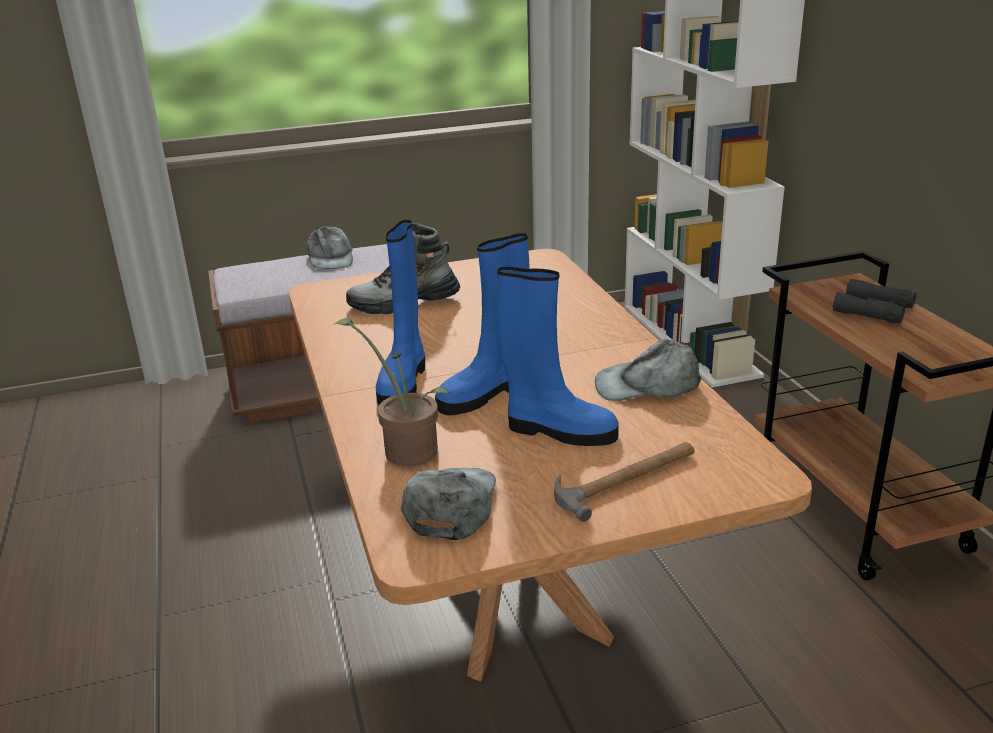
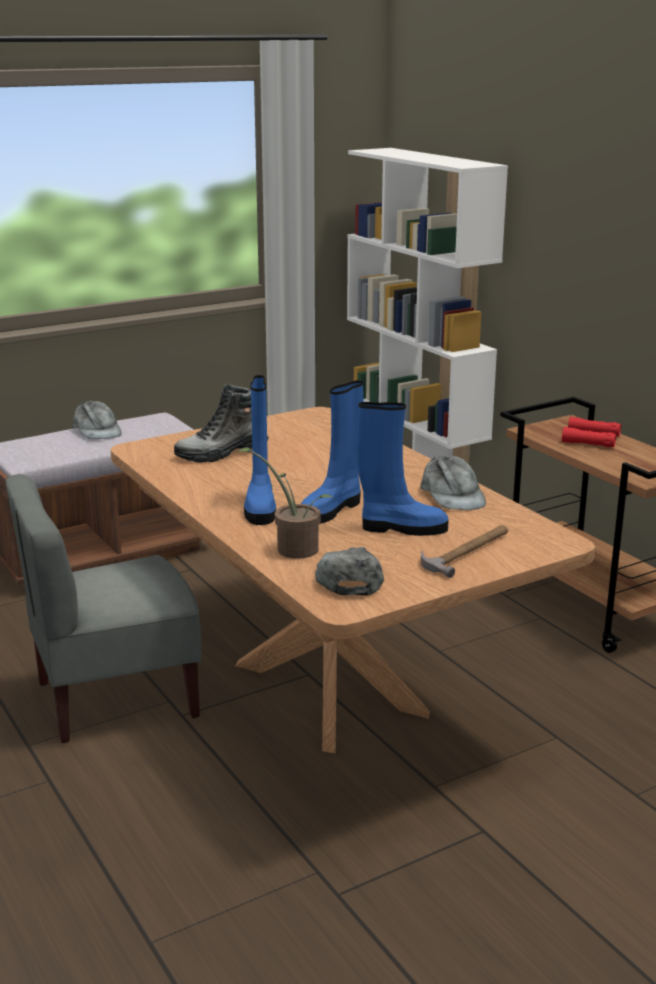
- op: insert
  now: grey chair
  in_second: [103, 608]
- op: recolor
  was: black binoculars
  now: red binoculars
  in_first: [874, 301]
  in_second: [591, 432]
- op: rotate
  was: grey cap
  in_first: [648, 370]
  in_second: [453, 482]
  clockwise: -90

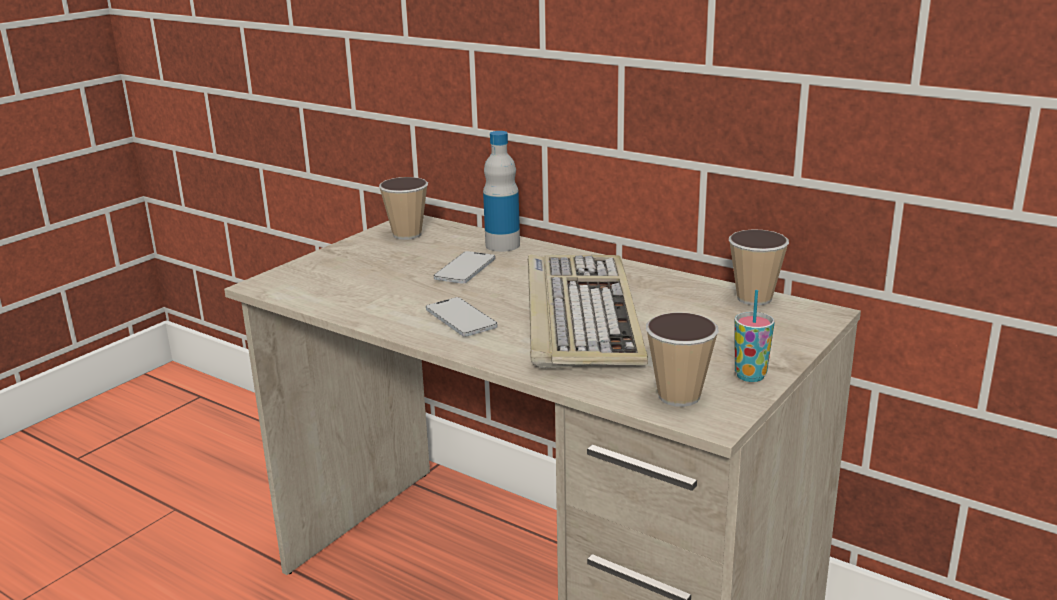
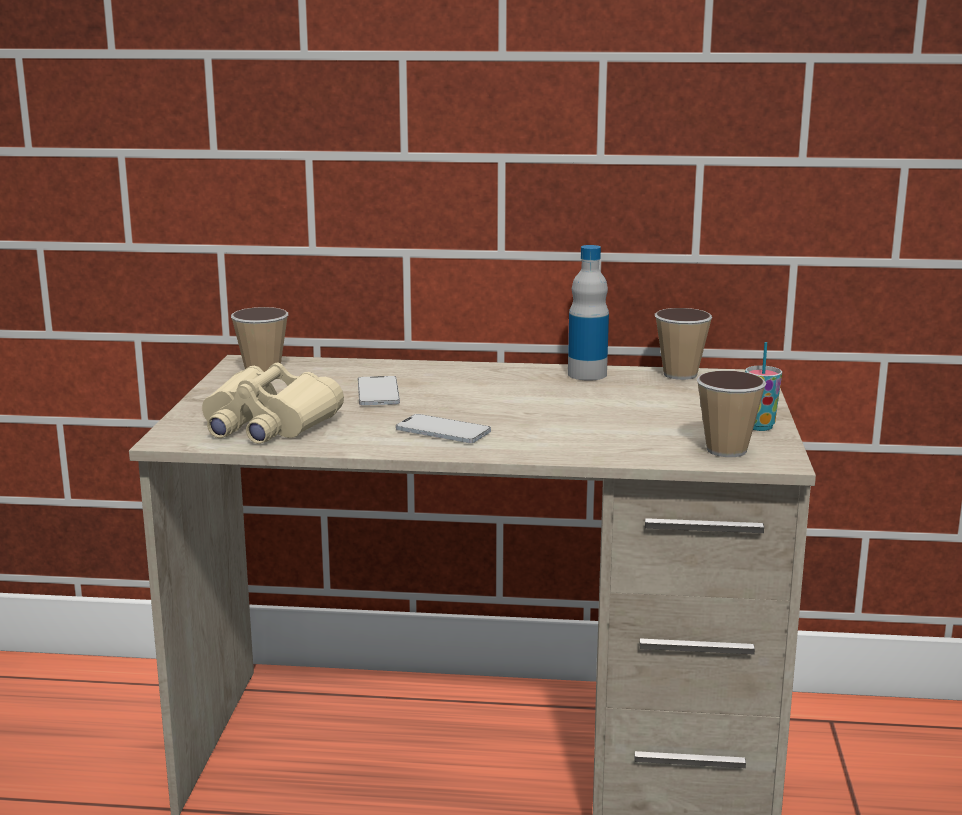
- op: delete
  was: keyboard
  in_first: [588, 311]
- op: insert
  now: beige binoculars
  in_second: [273, 403]
- op: move
  was: bottle
  in_first: [501, 191]
  in_second: [588, 313]

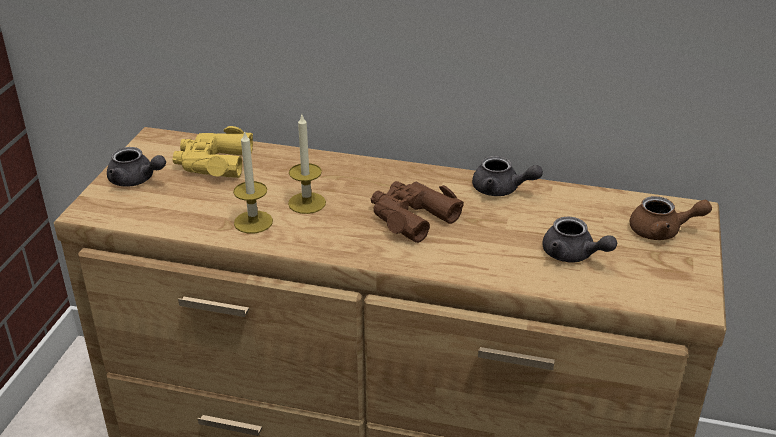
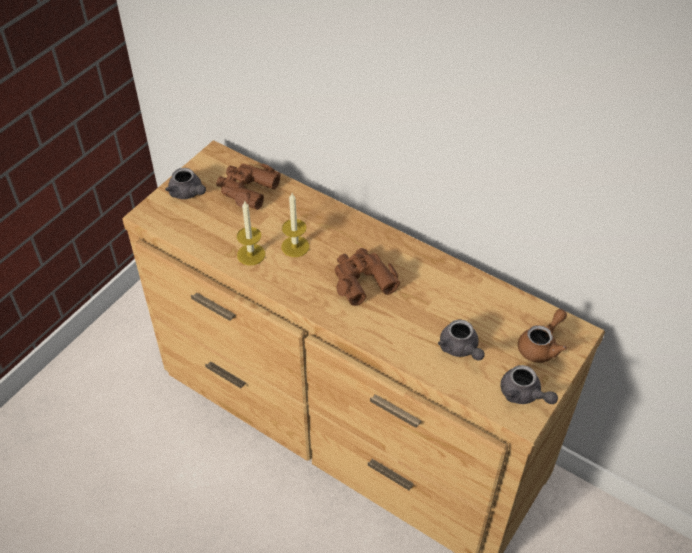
- op: move
  was: grey teapot
  in_first: [507, 176]
  in_second: [529, 384]
- op: recolor
  was: yellow binoculars
  now: brown binoculars
  in_first: [212, 152]
  in_second: [248, 186]
- op: rotate
  was: brown teapot
  in_first: [671, 218]
  in_second: [542, 336]
  clockwise: -75

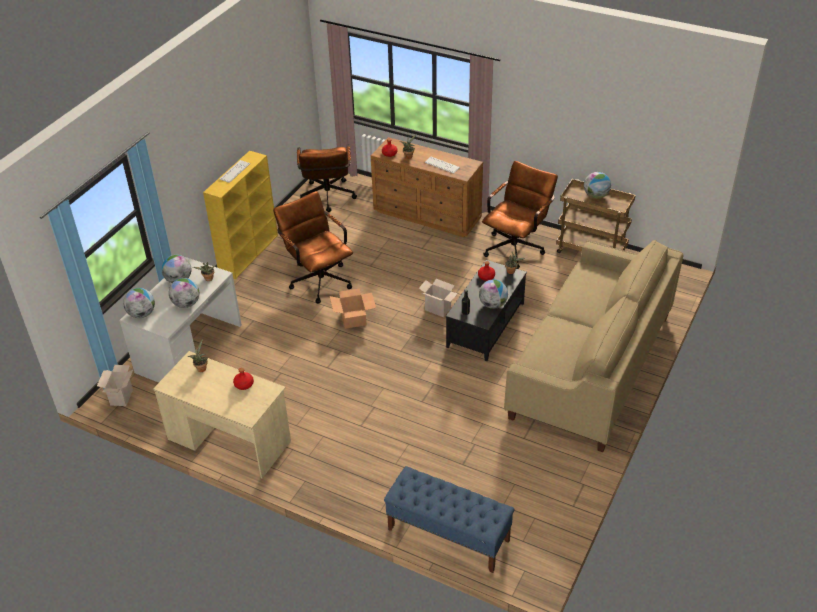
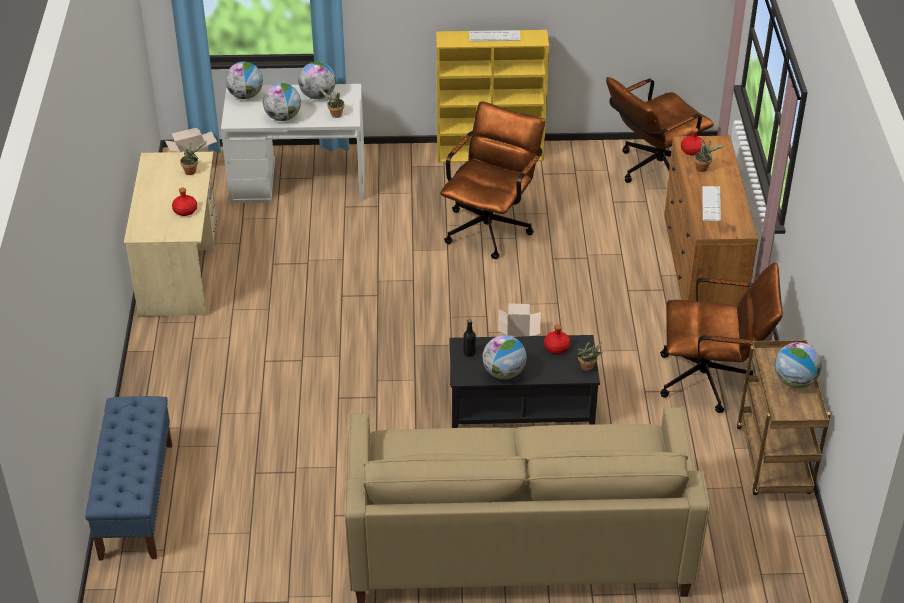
- op: delete
  was: cardboard box
  in_first: [353, 309]

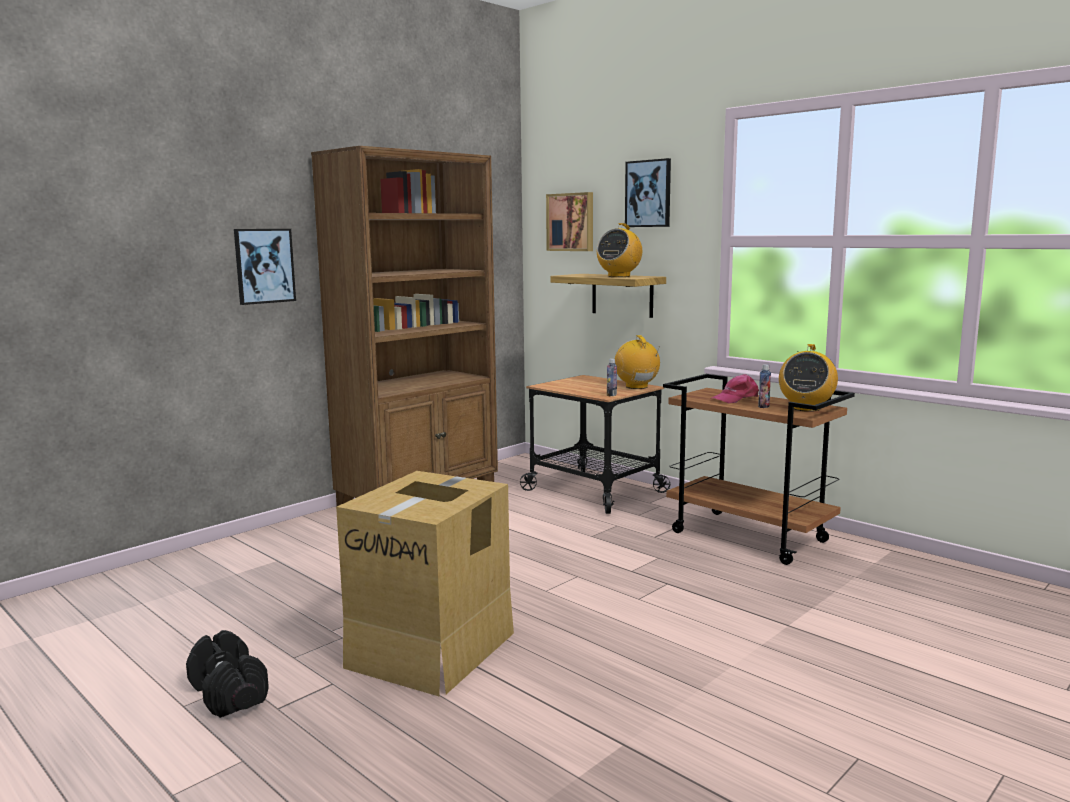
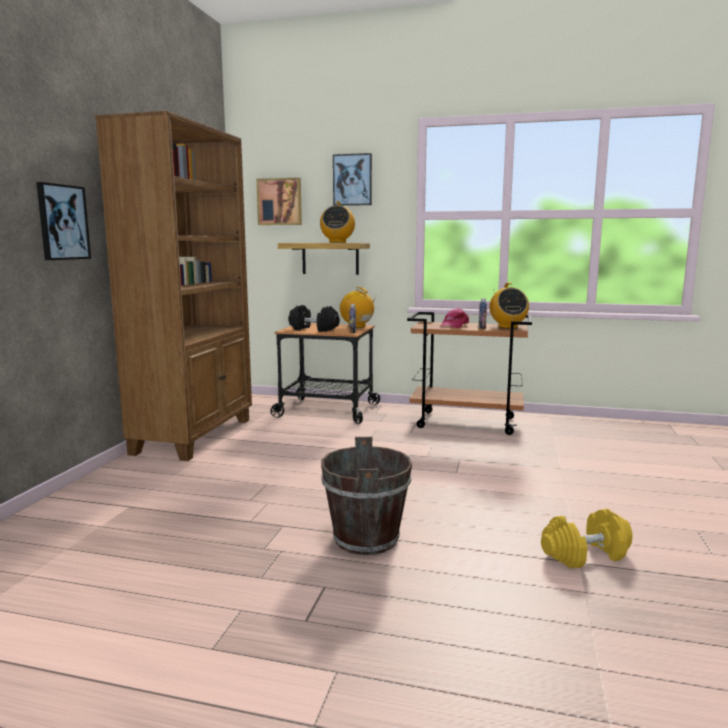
- op: insert
  now: yellow dumbbell
  in_second: [587, 538]
- op: move
  was: black dumbbell
  in_first: [227, 674]
  in_second: [314, 318]
- op: replace
  was: cardboard box
  now: brown bucket
  in_first: [425, 583]
  in_second: [366, 496]

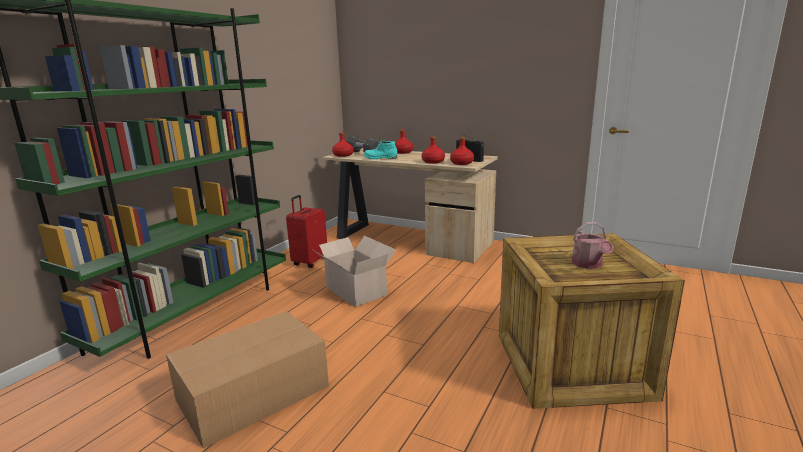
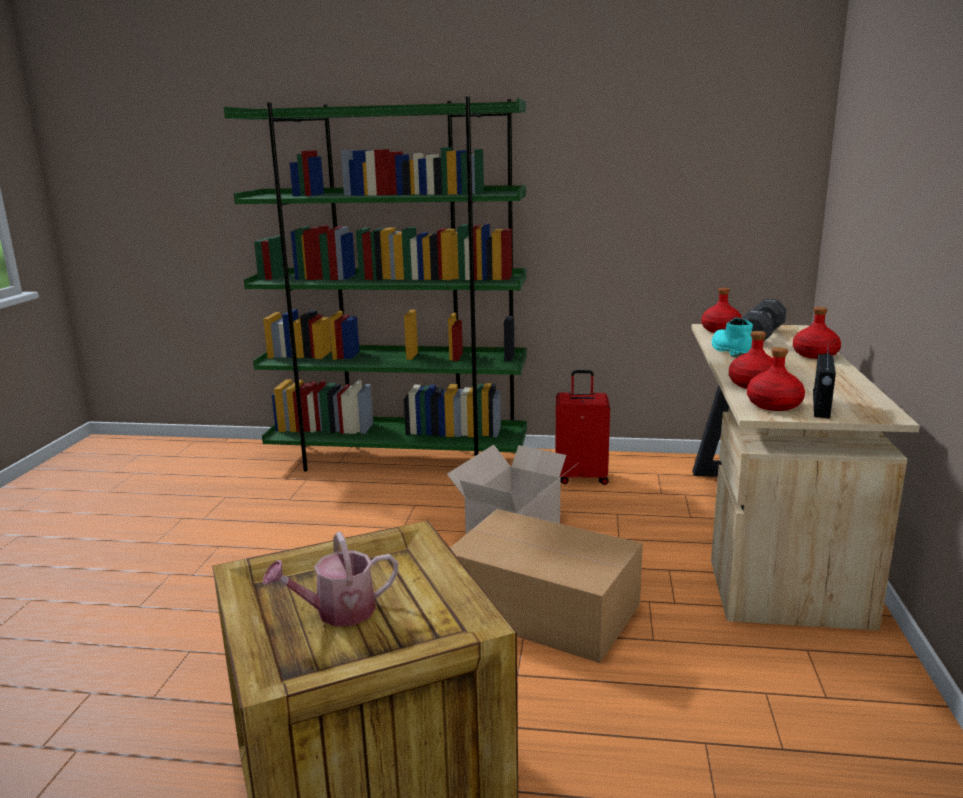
- op: move
  was: cardboard box
  in_first: [247, 379]
  in_second: [546, 586]

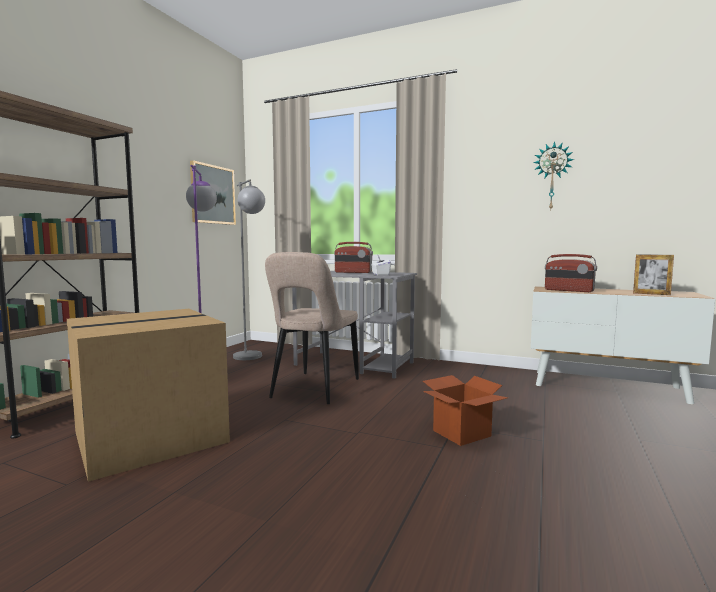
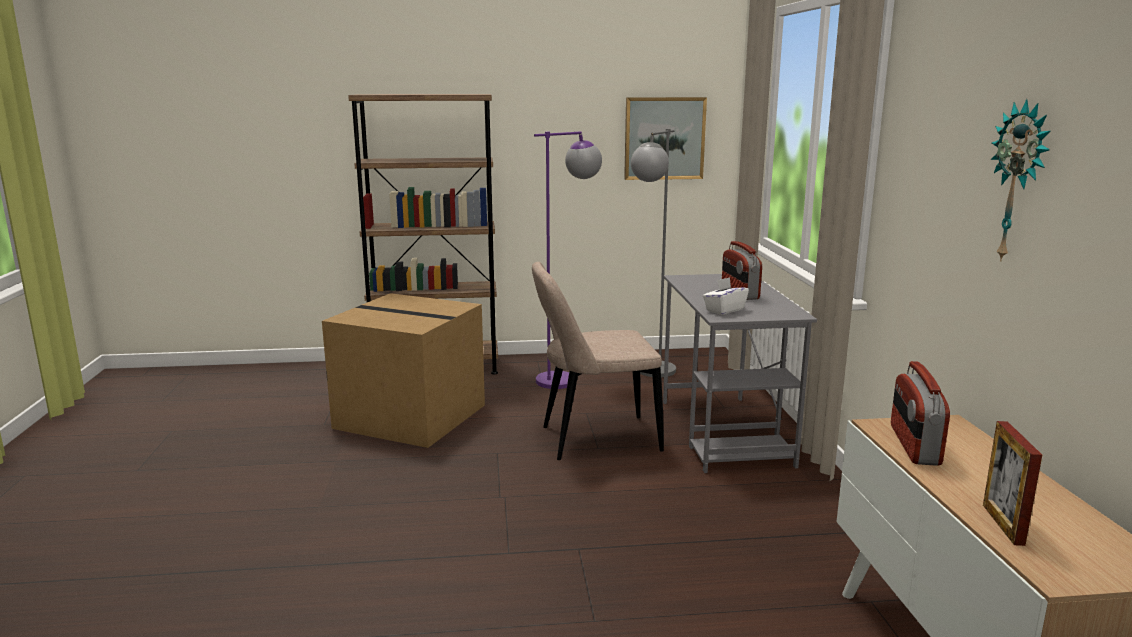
- op: delete
  was: cardboard box
  in_first: [465, 410]

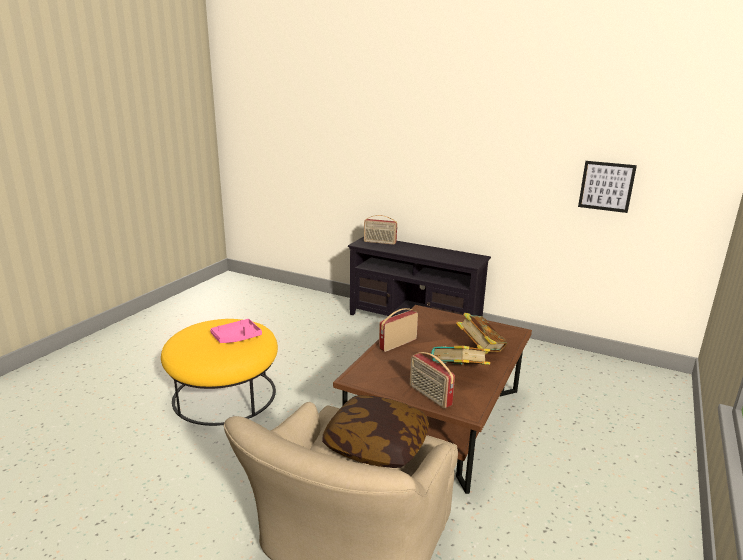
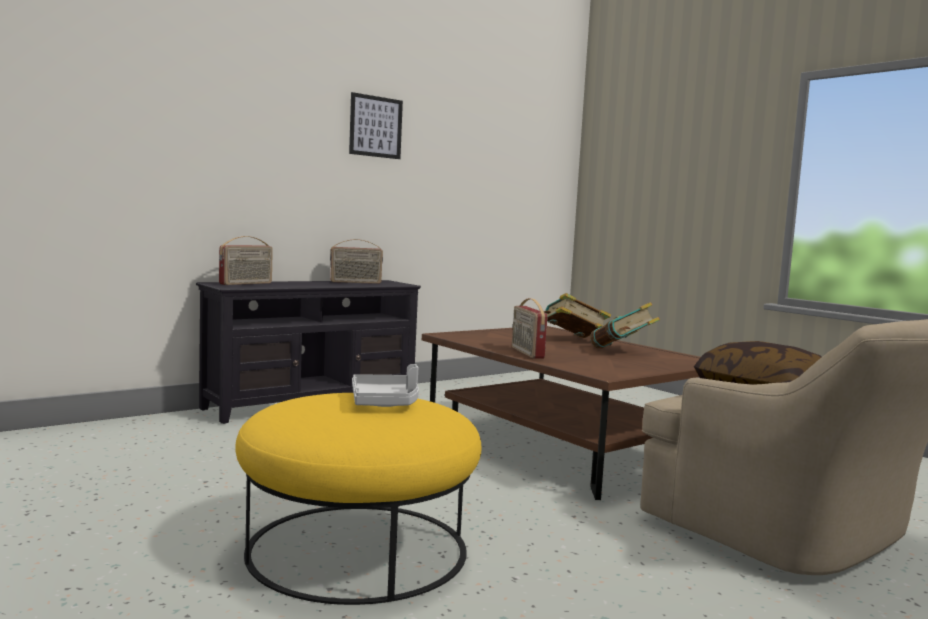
- op: move
  was: radio
  in_first: [432, 380]
  in_second: [356, 261]
- op: move
  was: picture
  in_first: [607, 187]
  in_second: [376, 125]
- op: recolor
  was: pink tray
  now: grey tray
  in_first: [236, 331]
  in_second: [385, 385]

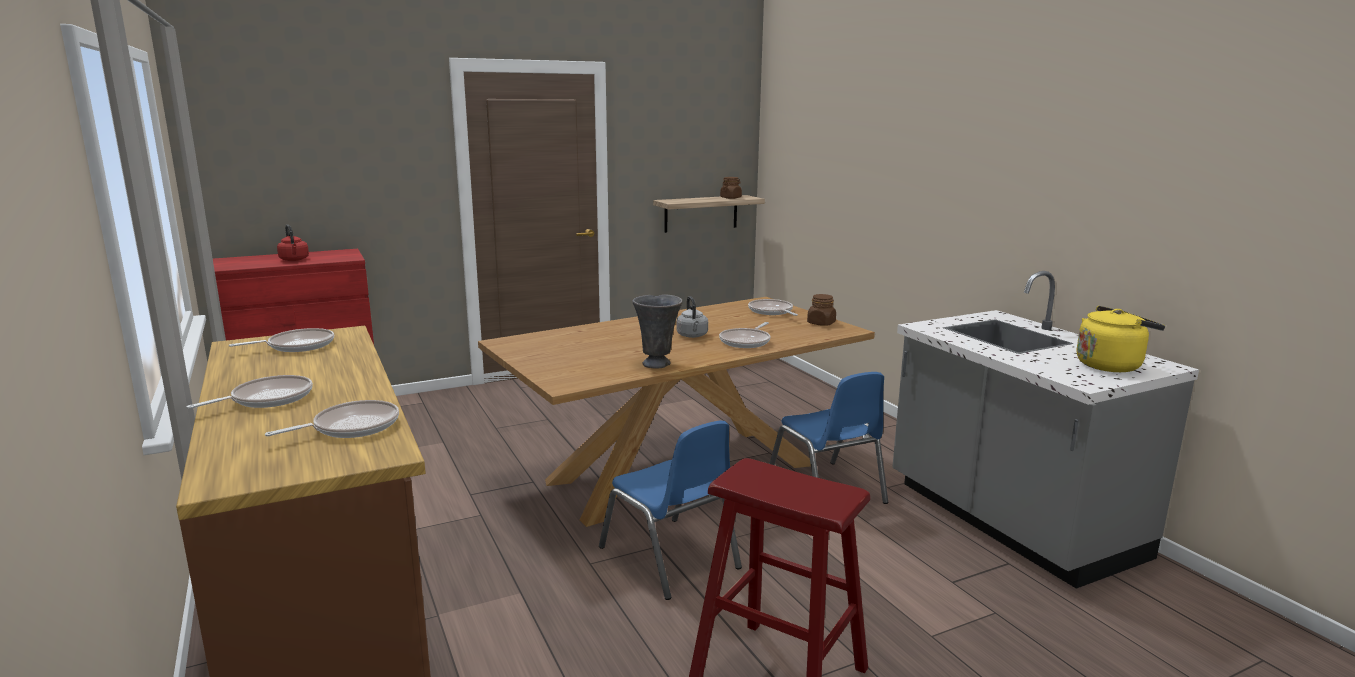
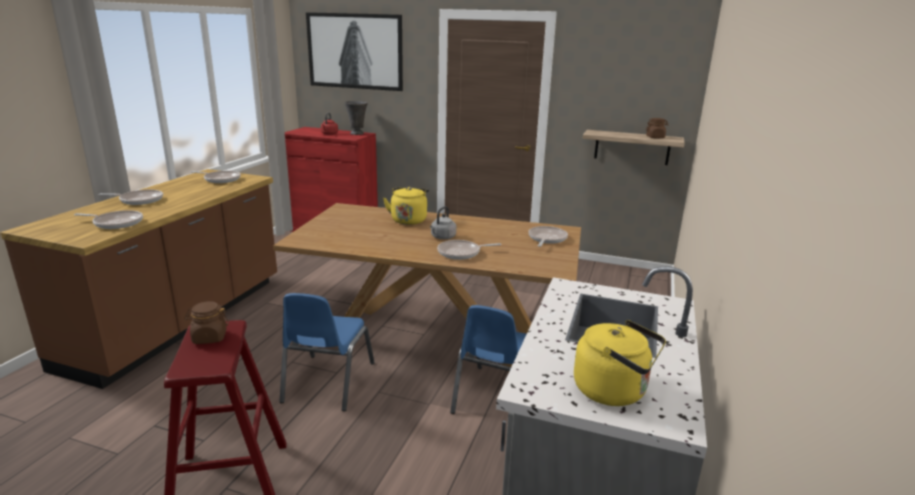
- op: insert
  now: picture
  in_second: [354, 51]
- op: insert
  now: yellow kettle
  in_second: [406, 206]
- op: move
  was: grey vase
  in_first: [657, 331]
  in_second: [356, 118]
- op: move
  was: brown jar
  in_first: [821, 310]
  in_second: [206, 322]

